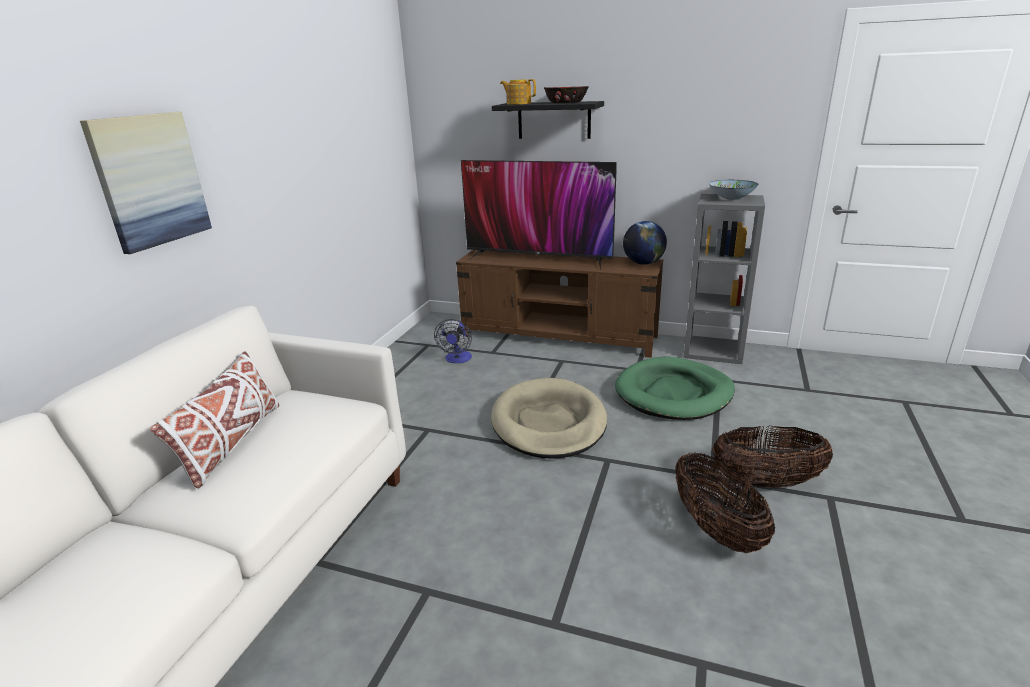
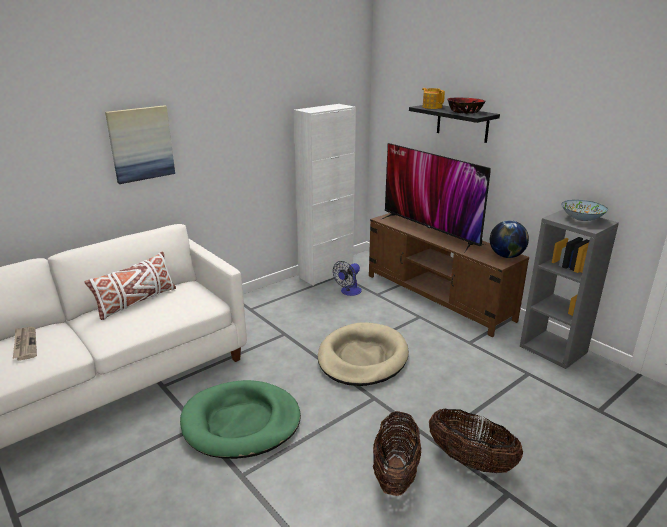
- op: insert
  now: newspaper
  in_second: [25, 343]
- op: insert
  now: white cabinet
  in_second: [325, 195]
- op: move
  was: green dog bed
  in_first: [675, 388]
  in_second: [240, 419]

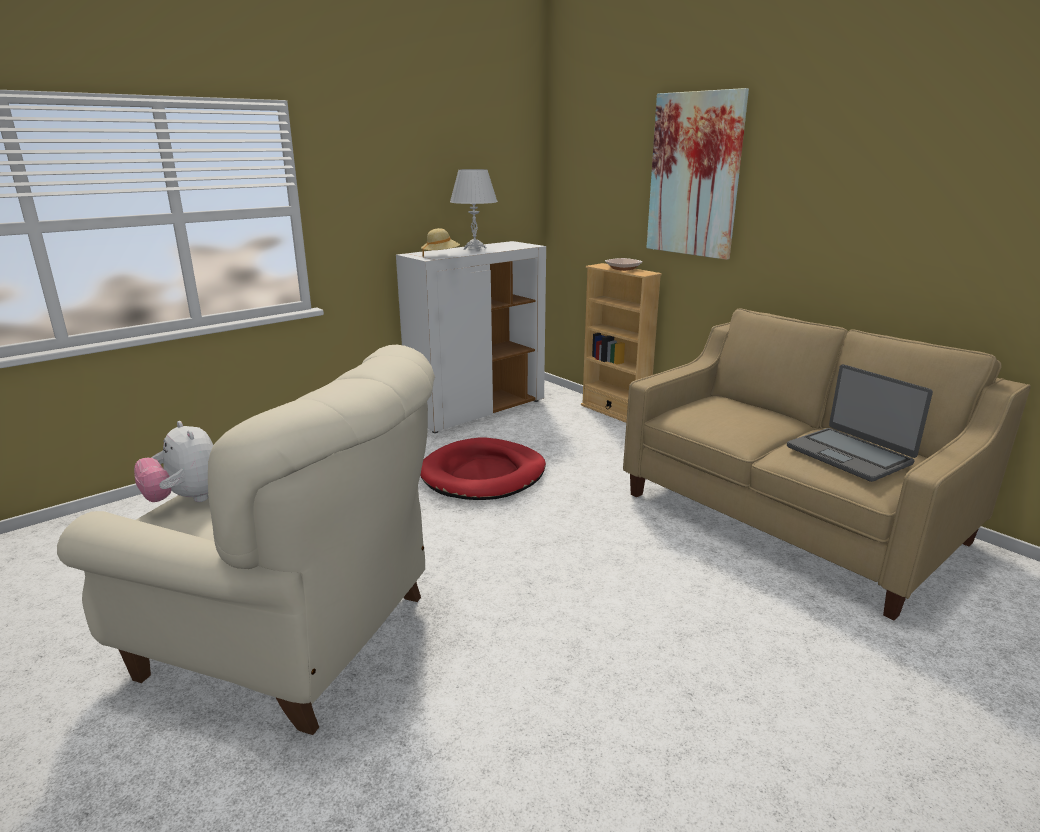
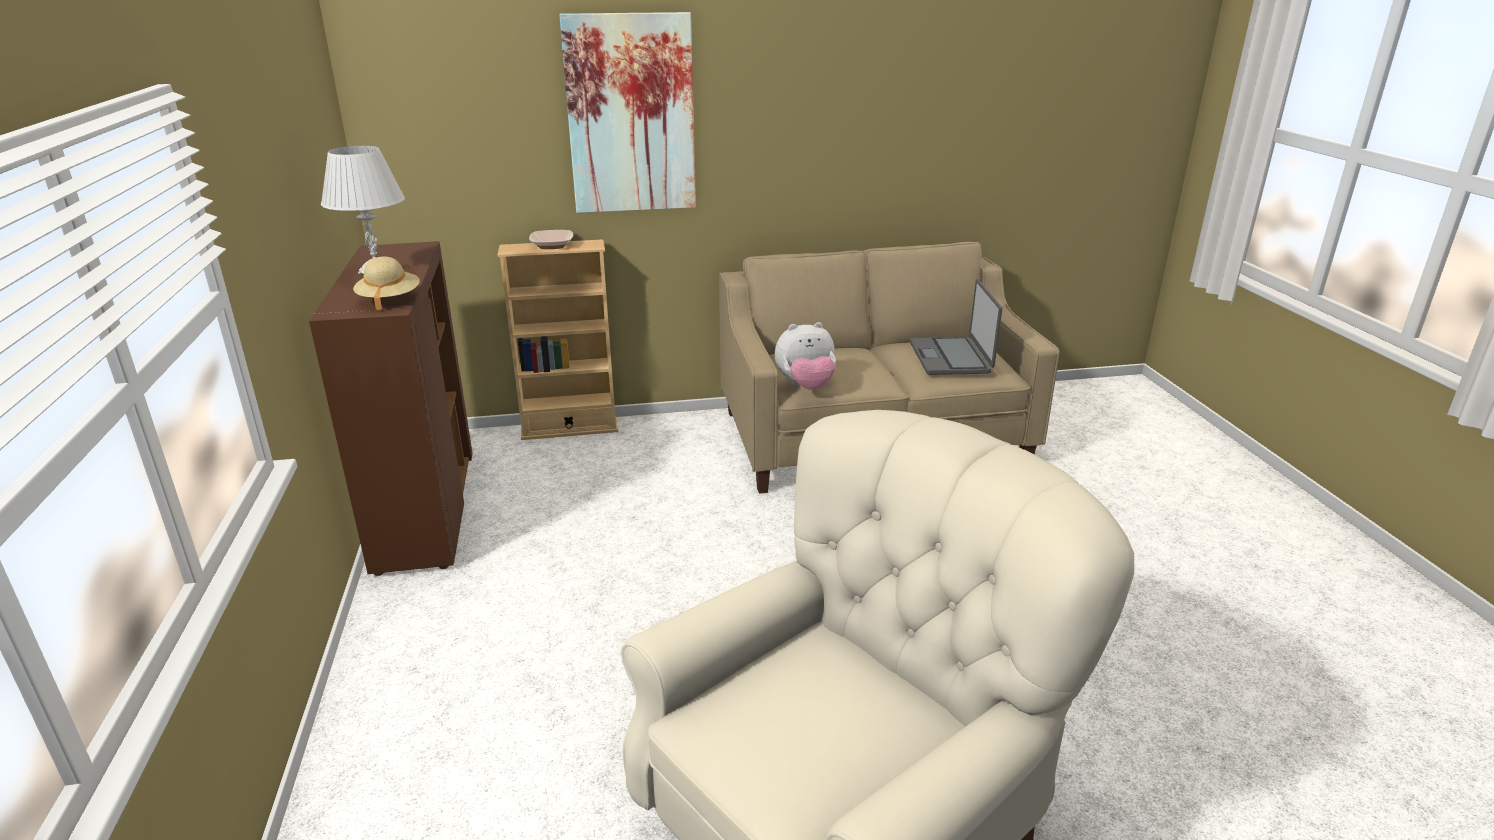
- op: delete
  was: red dog bed
  in_first: [483, 469]
- op: move
  was: plush toy
  in_first: [173, 461]
  in_second: [805, 356]
- op: recolor
  was: white cabinet
  now: brown cabinet
  in_first: [471, 337]
  in_second: [391, 408]
- op: rotate
  was: laptop
  in_first: [860, 423]
  in_second: [956, 327]
  clockwise: 90

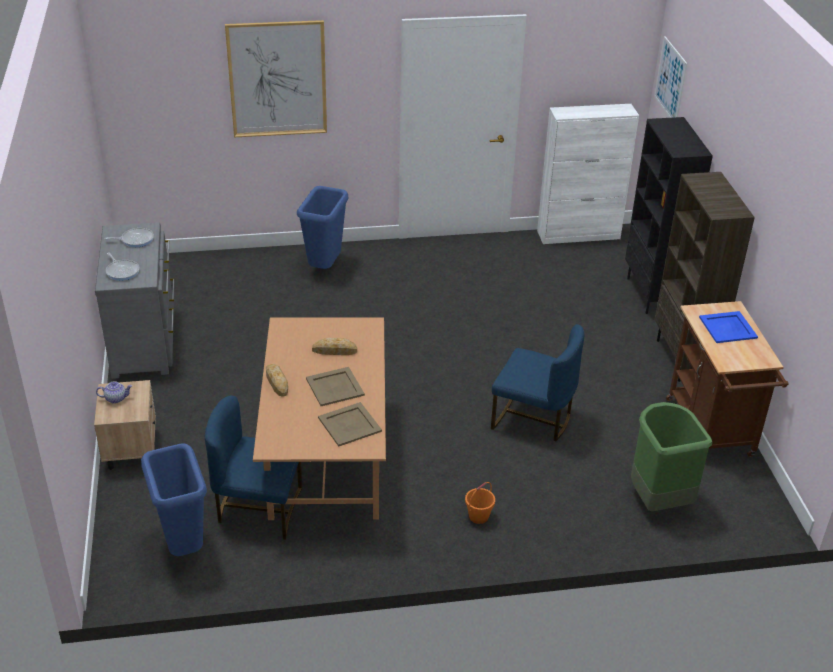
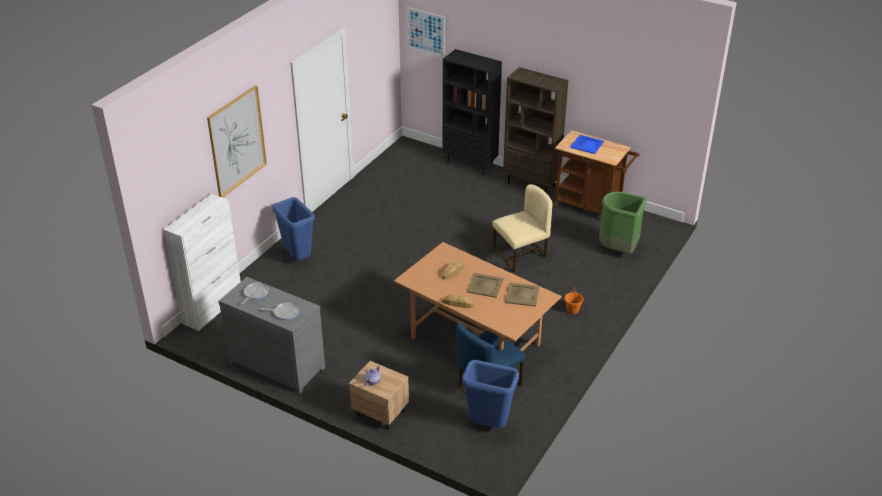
- op: move
  was: white cabinet
  in_first: [588, 174]
  in_second: [202, 262]
- op: recolor
  was: blue chair
  now: beige chair
  in_first: [537, 382]
  in_second: [522, 228]

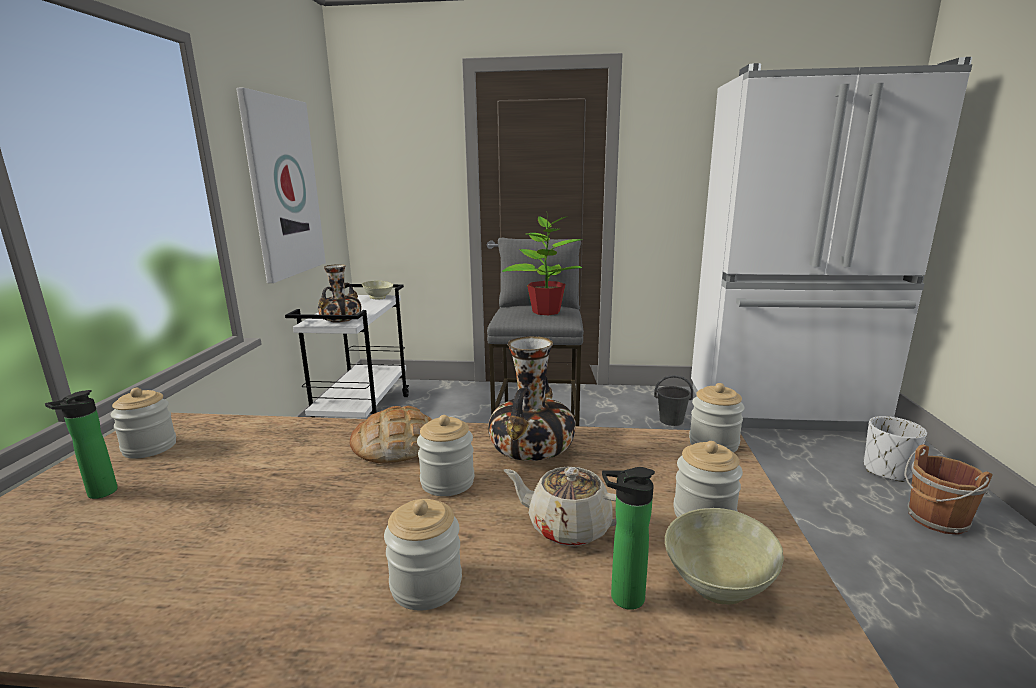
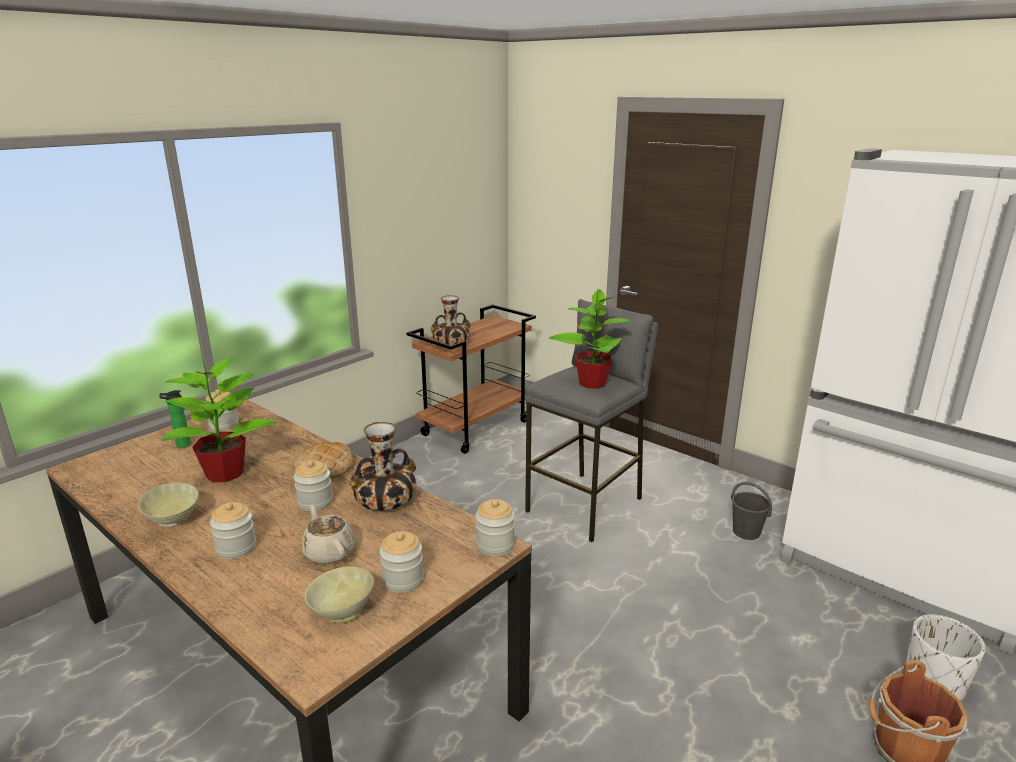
- op: delete
  was: picture
  in_first: [281, 185]
- op: delete
  was: bottle
  in_first: [628, 538]
- op: insert
  now: potted plant
  in_second: [218, 419]
- op: move
  was: beige bowl
  in_first: [377, 290]
  in_second: [168, 504]
- op: recolor
  was: white cart
  now: brown cart
  in_first: [347, 351]
  in_second: [471, 379]

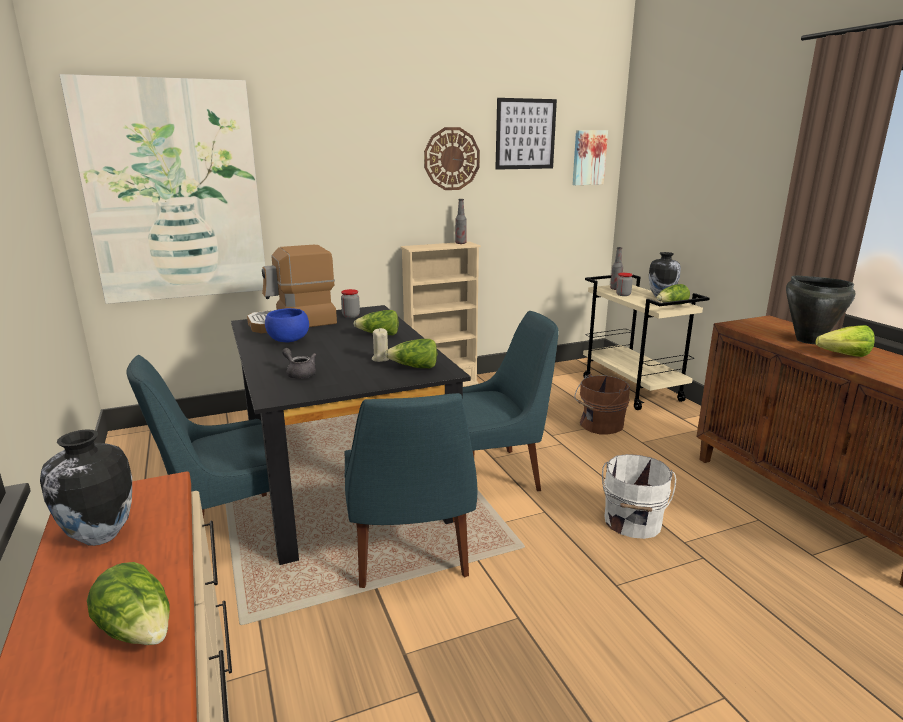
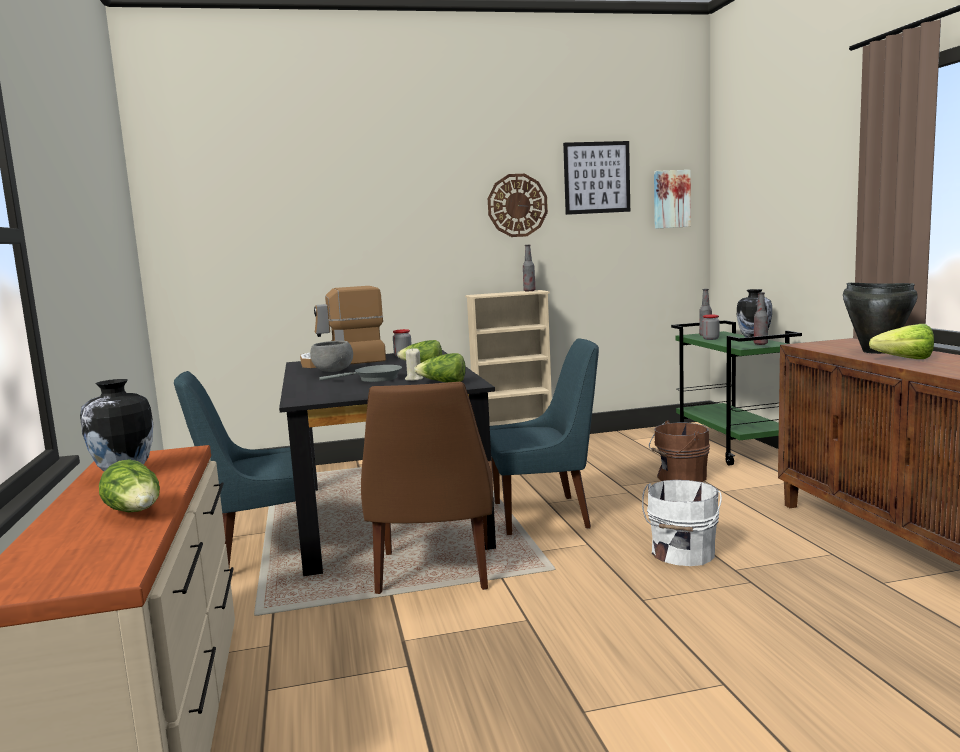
- op: delete
  was: picture
  in_first: [162, 189]
- op: delete
  was: grey teapot
  in_first: [299, 363]
- op: insert
  now: grey frying pan
  in_second: [360, 373]
- op: replace
  was: lettuce
  now: bottle
  in_first: [673, 294]
  in_second: [761, 318]
- op: recolor
  was: blue bowl
  now: grey bowl
  in_first: [287, 325]
  in_second: [331, 356]
- op: recolor
  was: blue chair
  now: brown chair
  in_first: [410, 490]
  in_second: [427, 488]
- op: recolor
  was: beige cart
  now: green cart
  in_first: [646, 342]
  in_second: [736, 392]

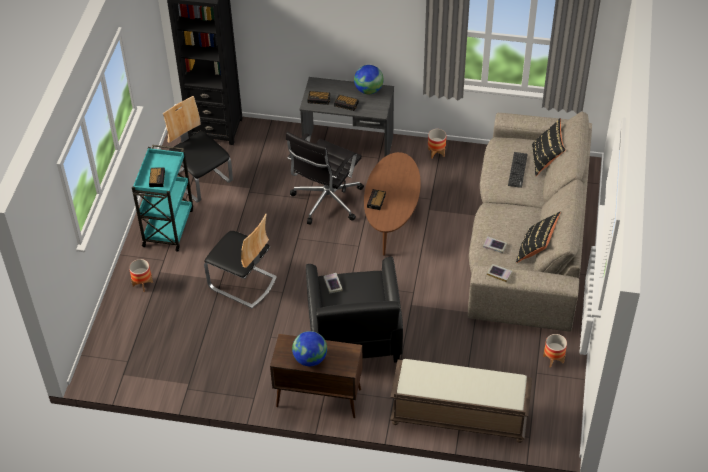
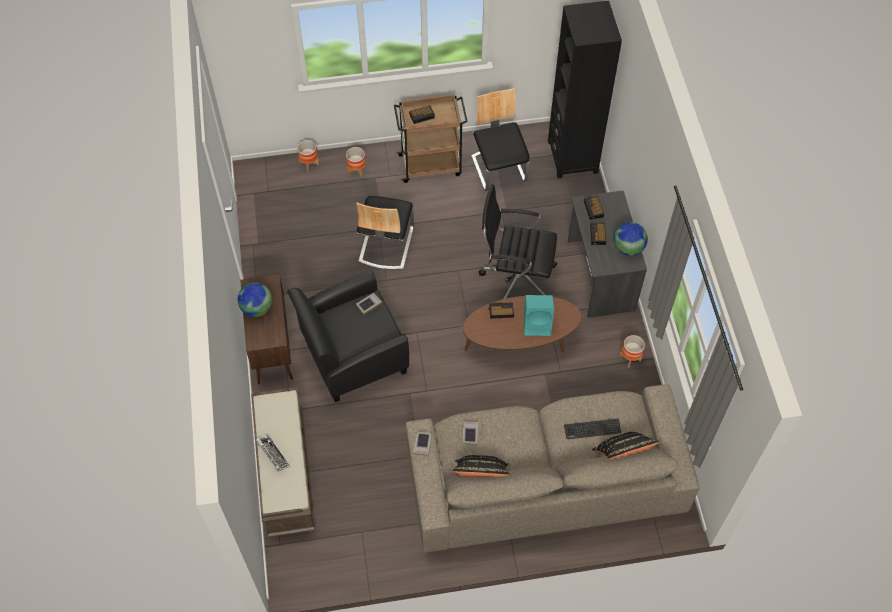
- op: insert
  now: keyboard
  in_second: [273, 453]
- op: insert
  now: turquoise speaker
  in_second: [539, 315]
- op: move
  was: planter
  in_first: [555, 351]
  in_second: [308, 156]
- op: recolor
  was: turquoise cart
  now: brown cart
  in_first: [162, 198]
  in_second: [431, 138]
- op: rotate
  was: chair
  in_first: [198, 149]
  in_second: [500, 139]
  clockwise: -45

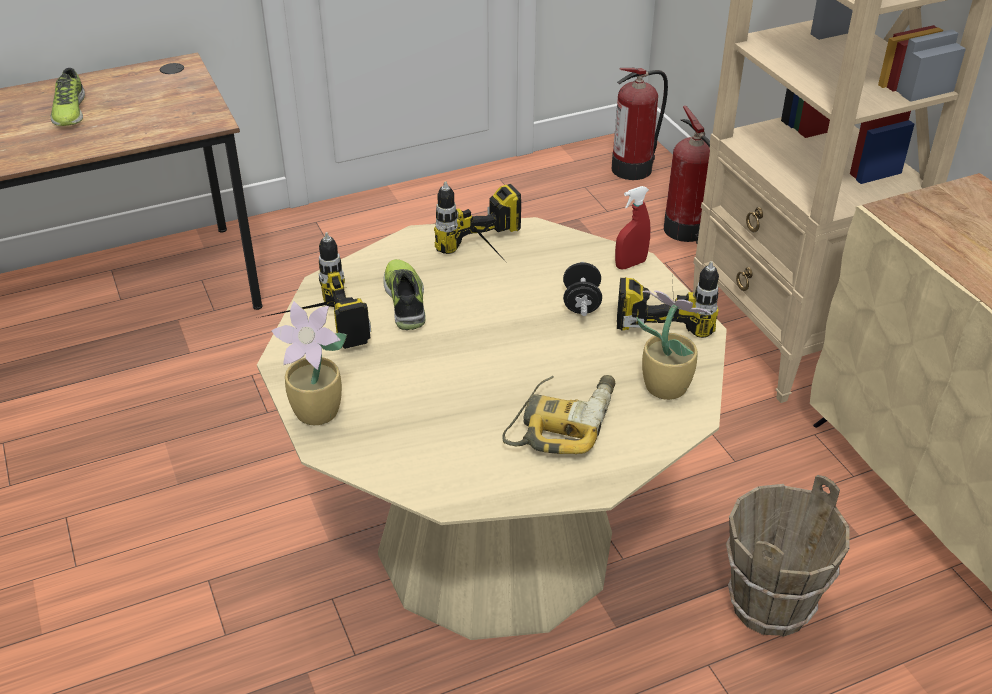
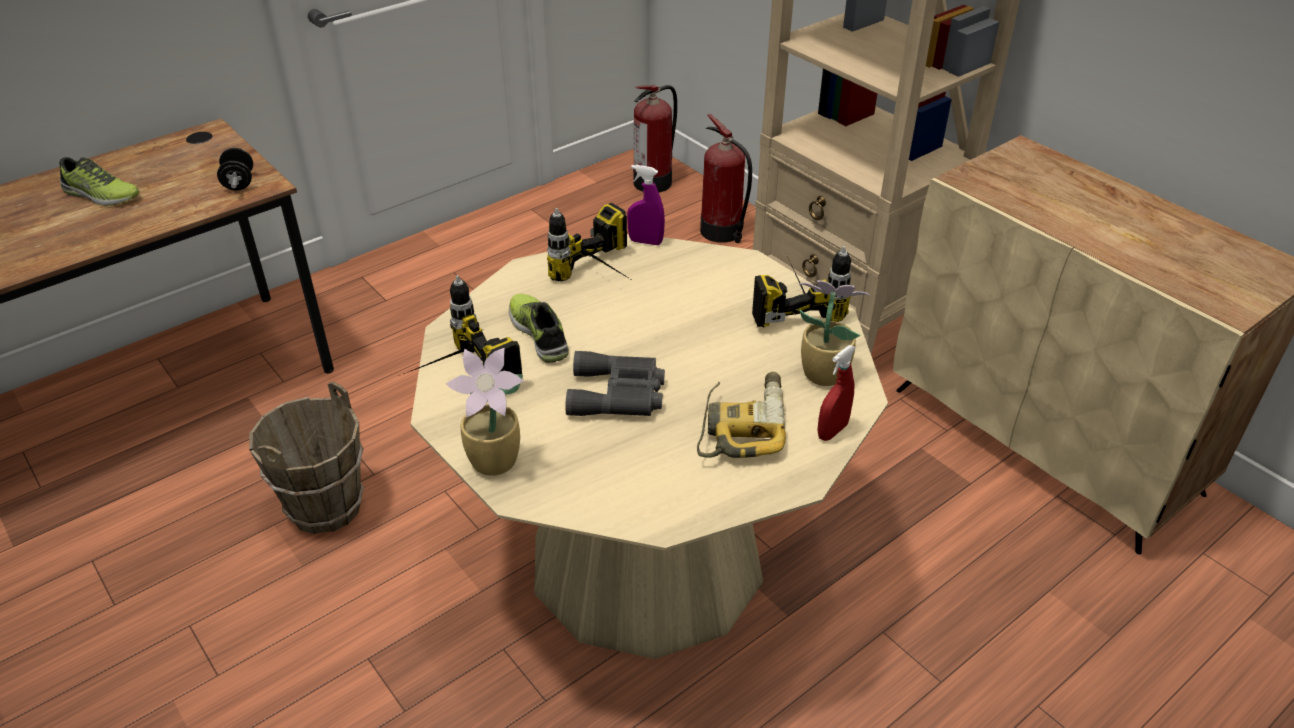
- op: insert
  now: grey binoculars
  in_second: [615, 383]
- op: insert
  now: purple spray bottle
  in_second: [646, 205]
- op: move
  was: black dumbbell
  in_first: [582, 289]
  in_second: [235, 169]
- op: move
  was: red spray bottle
  in_first: [632, 227]
  in_second: [836, 393]
- op: move
  was: brown bucket
  in_first: [788, 556]
  in_second: [306, 458]
- op: rotate
  was: shoe
  in_first: [68, 97]
  in_second: [99, 181]
  clockwise: -45

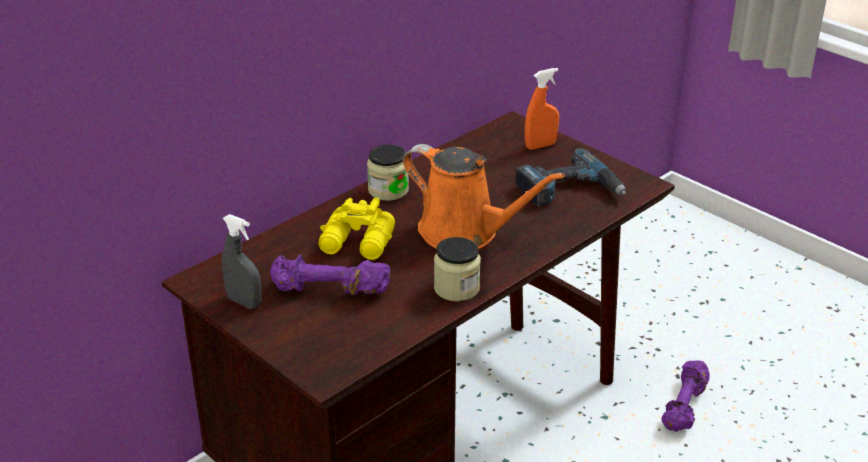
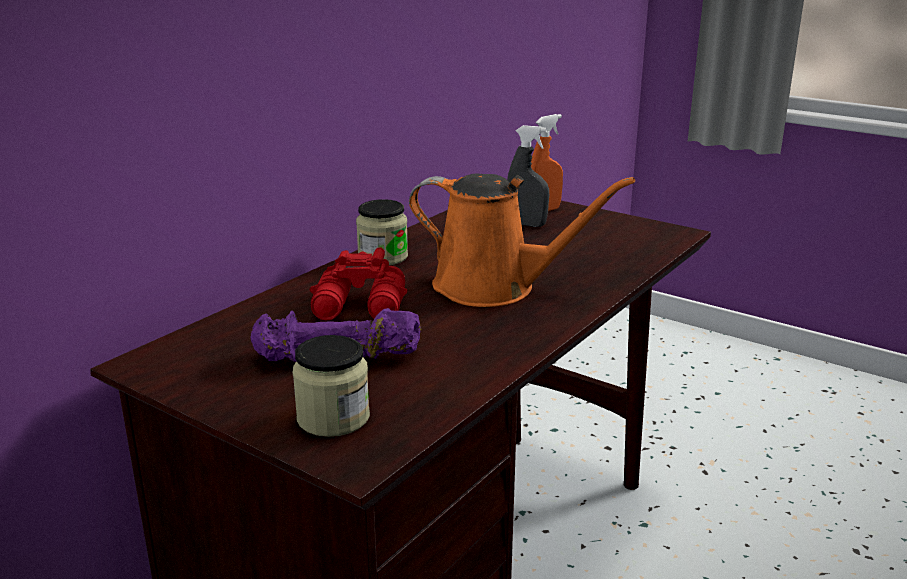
- op: delete
  was: power drill
  in_first: [570, 177]
- op: delete
  was: purple dumbbell
  in_first: [685, 396]
- op: move
  was: grey spray bottle
  in_first: [242, 261]
  in_second: [528, 176]
- op: move
  was: jar
  in_first: [457, 269]
  in_second: [331, 386]
- op: recolor
  was: yellow binoculars
  now: red binoculars
  in_first: [356, 229]
  in_second: [358, 283]

